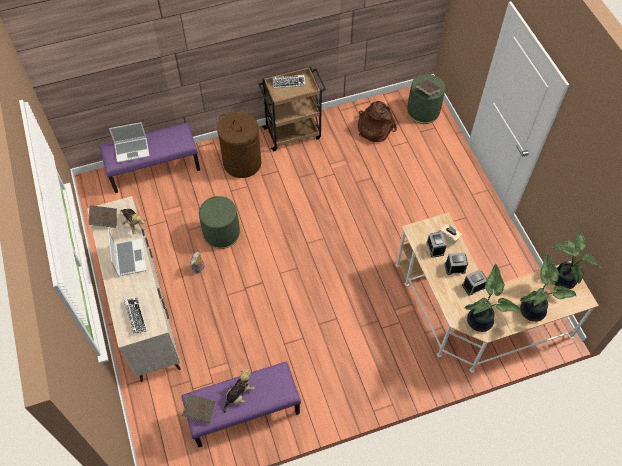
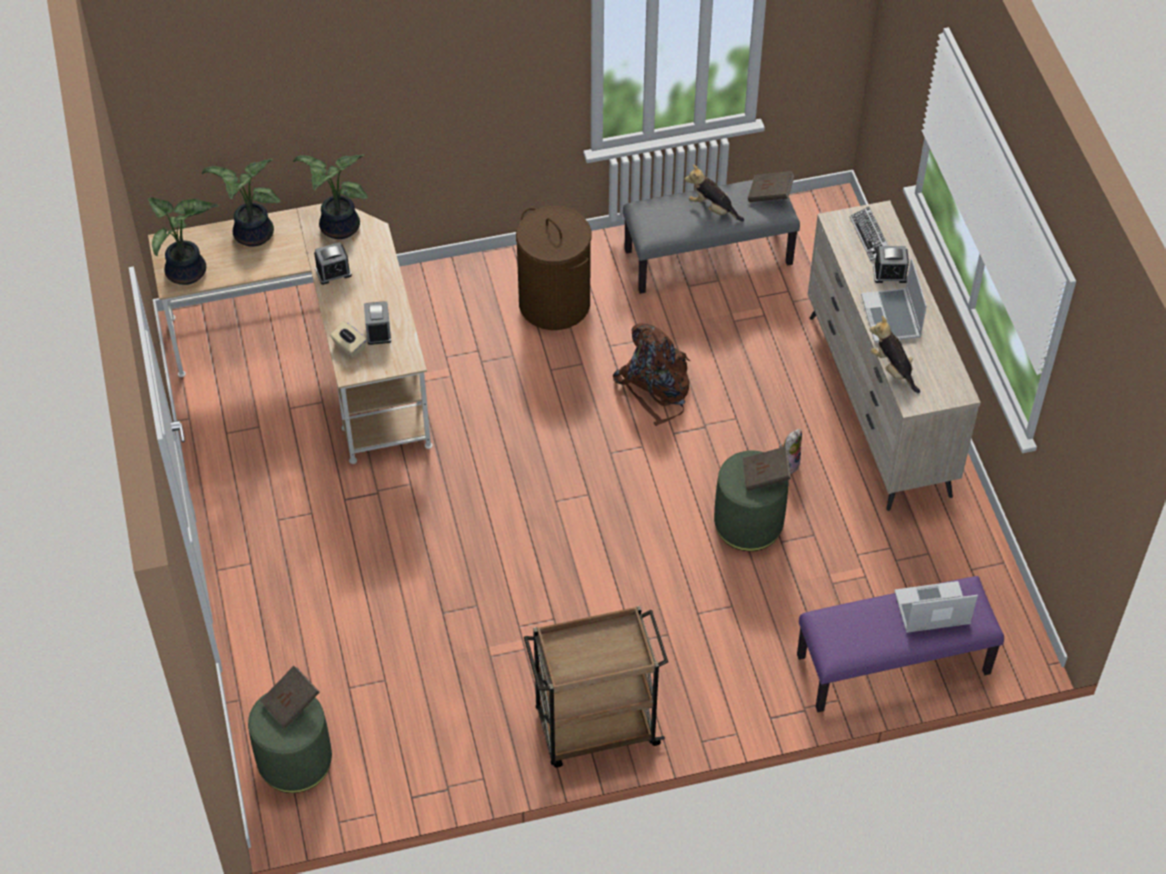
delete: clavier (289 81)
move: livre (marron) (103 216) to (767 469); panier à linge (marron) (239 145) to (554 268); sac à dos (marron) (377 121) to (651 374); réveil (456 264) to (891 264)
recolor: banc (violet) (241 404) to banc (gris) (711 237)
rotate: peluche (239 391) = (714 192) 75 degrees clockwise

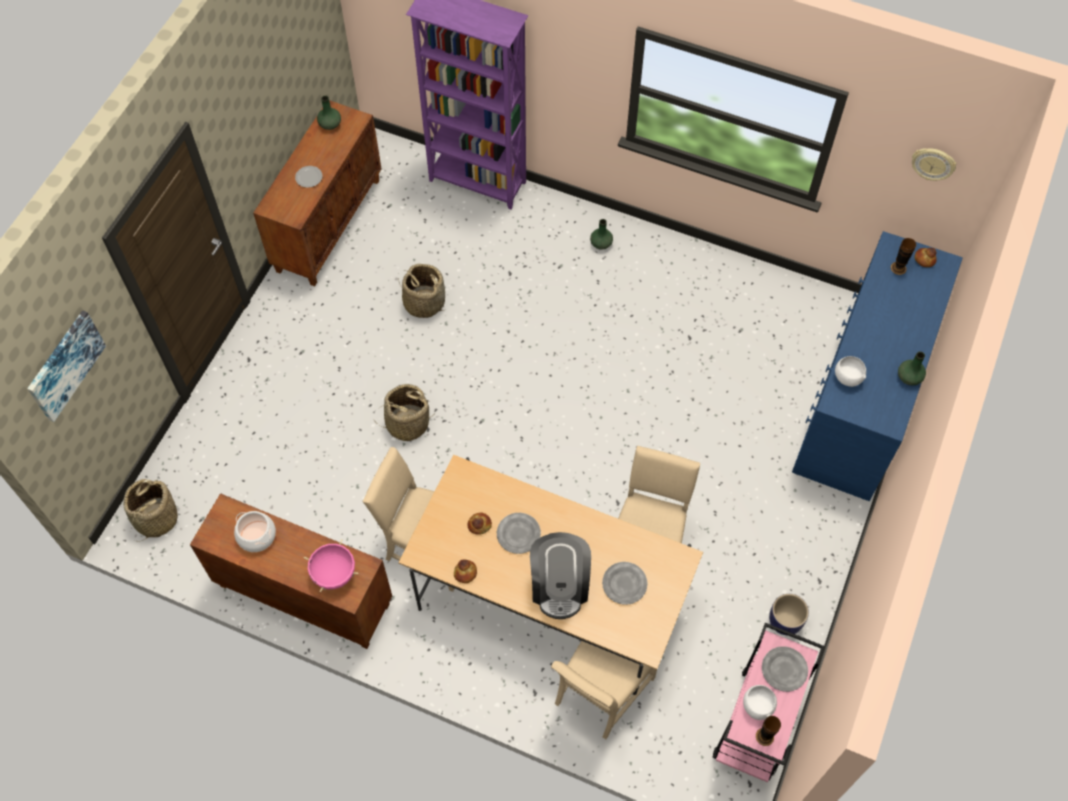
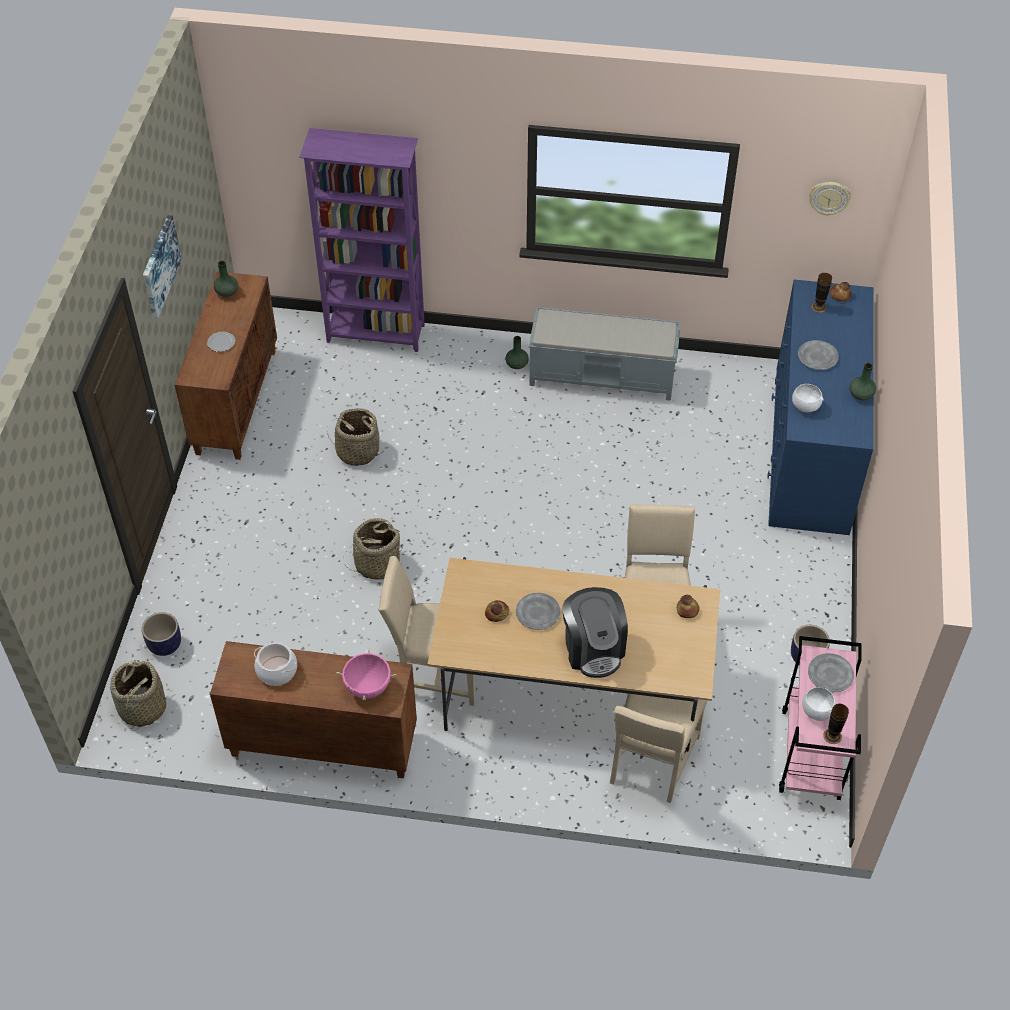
insert: cache-pot (161 634); banc (gris) (605 354)
move: tableau (66 366) to (162 267); pain (465 571) to (688 606); assiette (gris) (624 583) to (818 355)

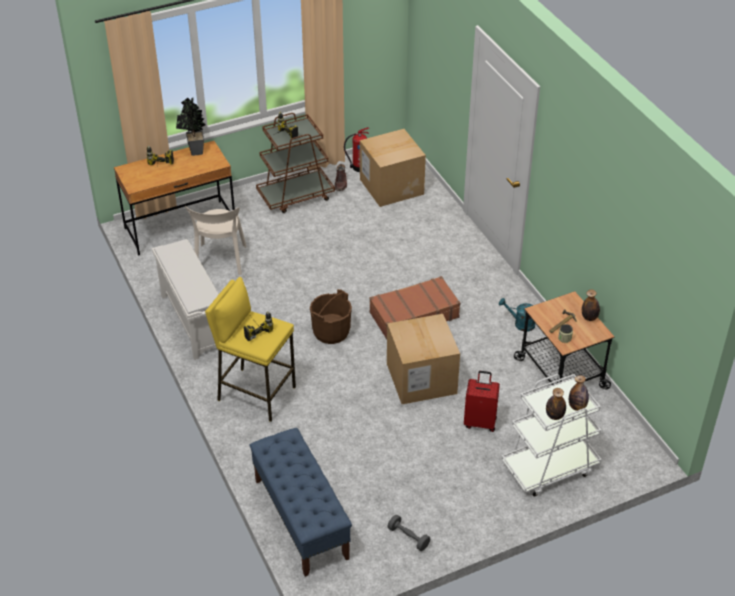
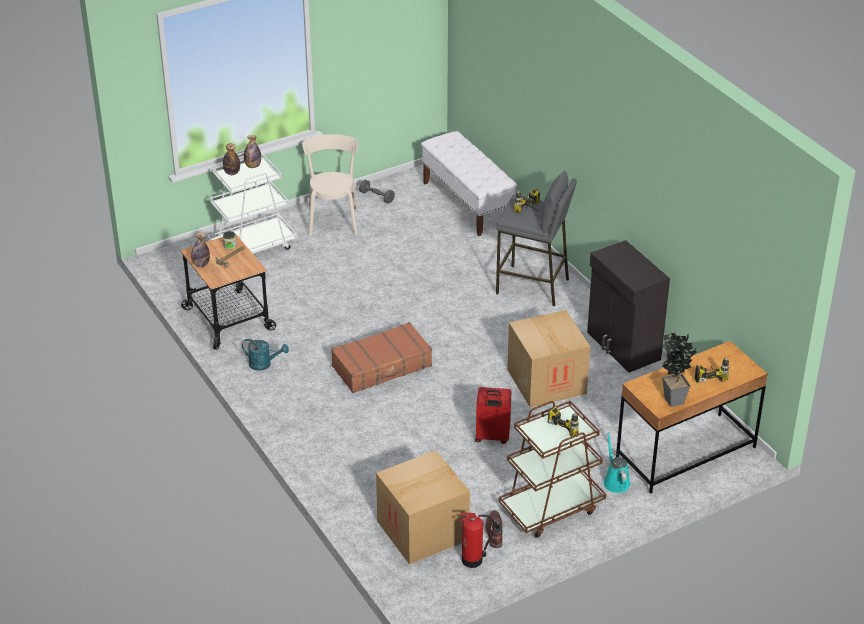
delete: seau (marron) (331 316)
insert: arrosoir (turquoise) (617 463)
move: chaise (beige) (216 240) to (330 185); carton (423 359) to (549 358); valise (rouge) (482 401) to (493 415)
replace: étagère à chaussures (blanc) (185 299) to meuble de rangement (noir) (628 306)
recolor: tabouret (jaune) (250 349) to tabouret (gris) (536 238); banc (bleu) (301 502) to banc (blanc) (469 183)

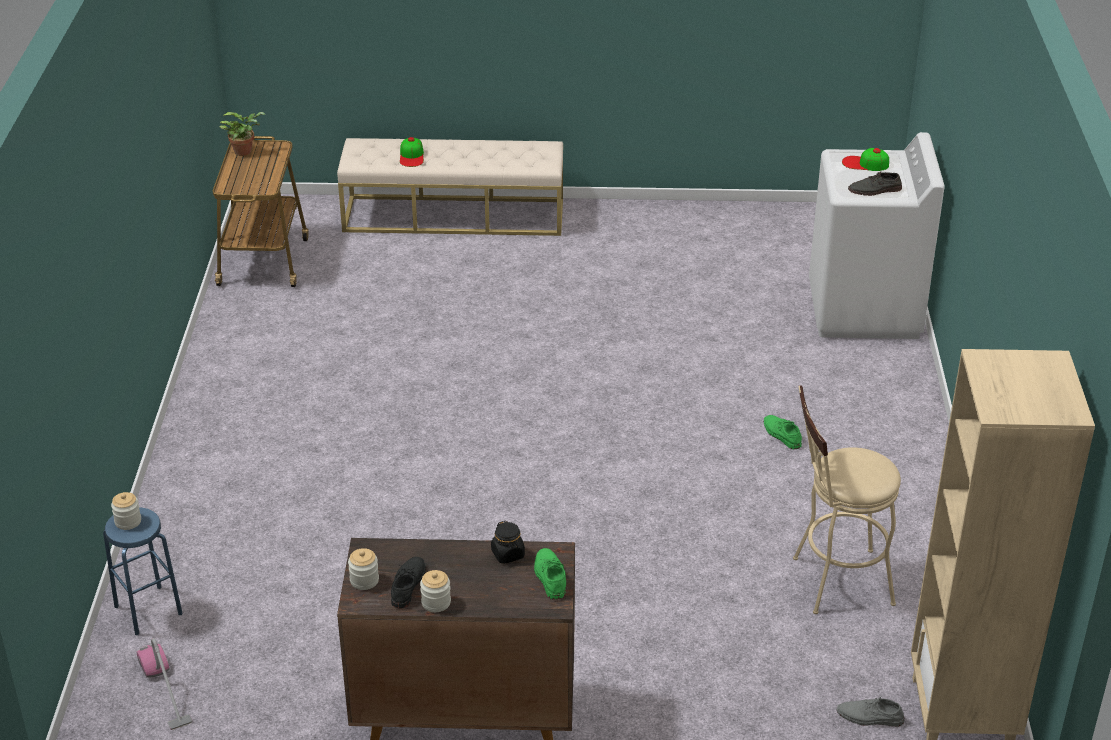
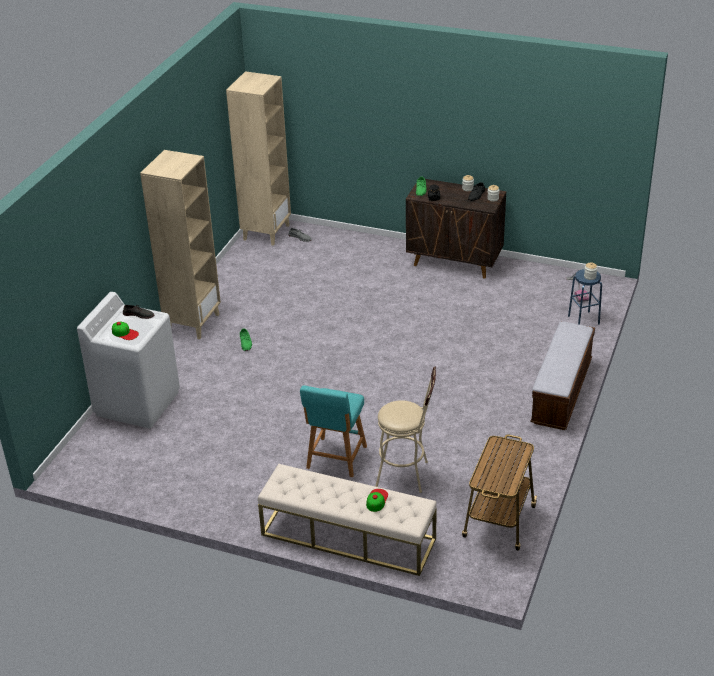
delete: plante en pot (242 134)
insert: bibliothèque (beige) (180 244); tabouret (turquoise) (333 431); banc (562 375)
move: tabouret (beige) (847 499) to (405 430)

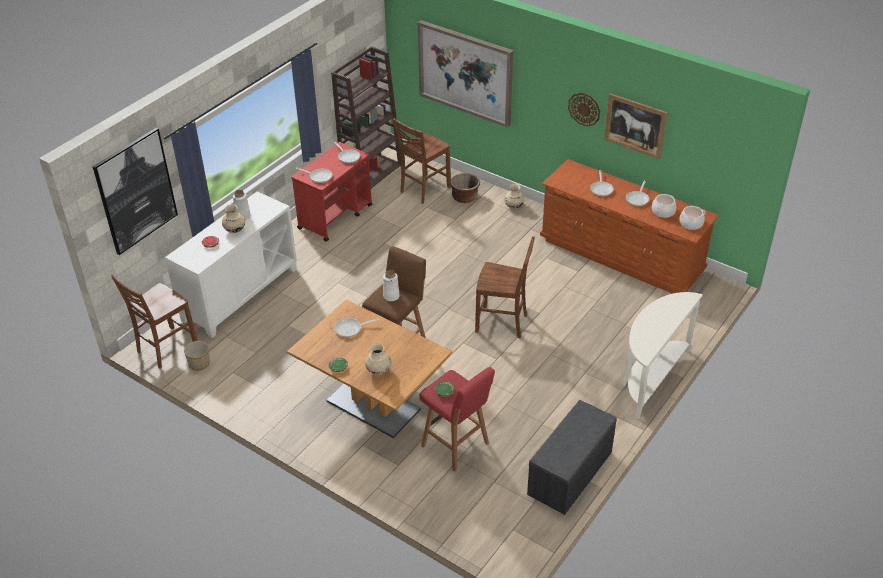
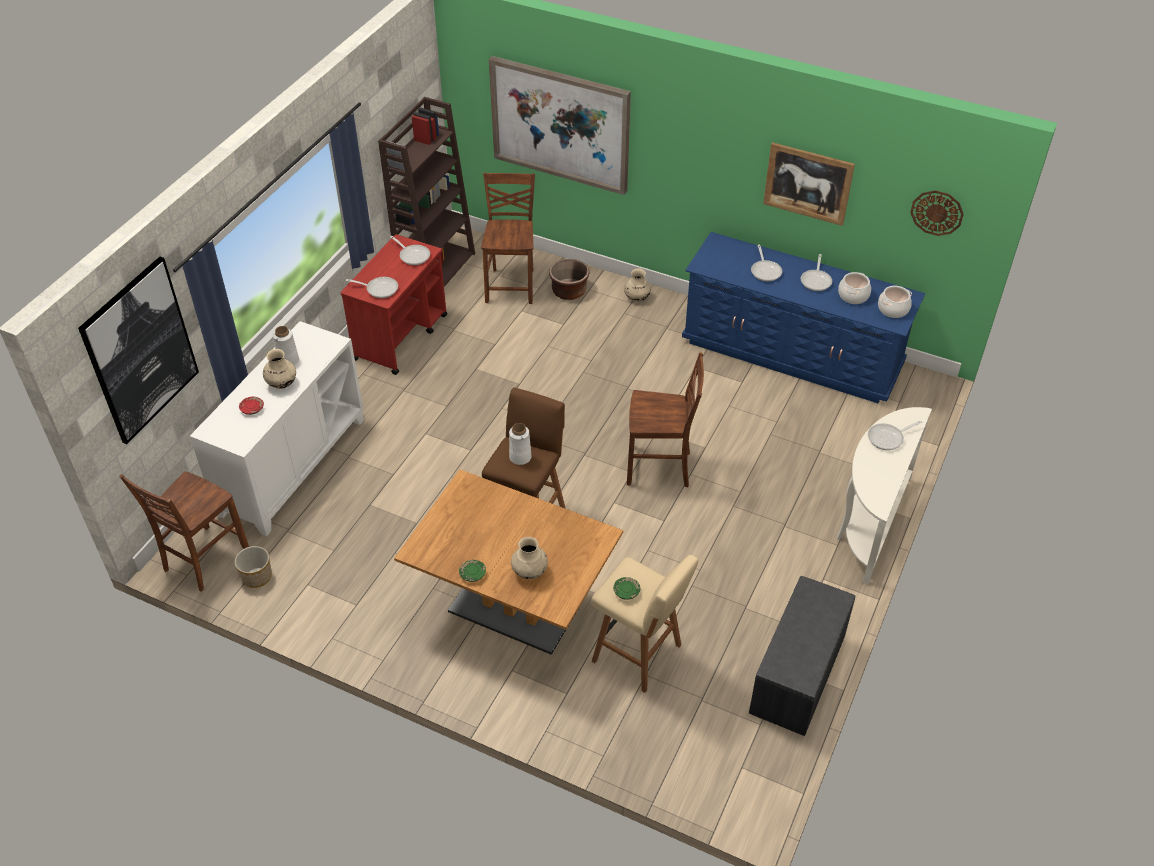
move: poêle (356 327) to (895 435); horloge murale (584 109) to (937 213)
recolor: tabouret (rouge) (457 419) to tabouret (beige) (644 624); commode (marron) (629 226) to commode (bleu) (803 317)
rotate: chaise (marron) (422 161) = (508 238) 150 degrees clockwise

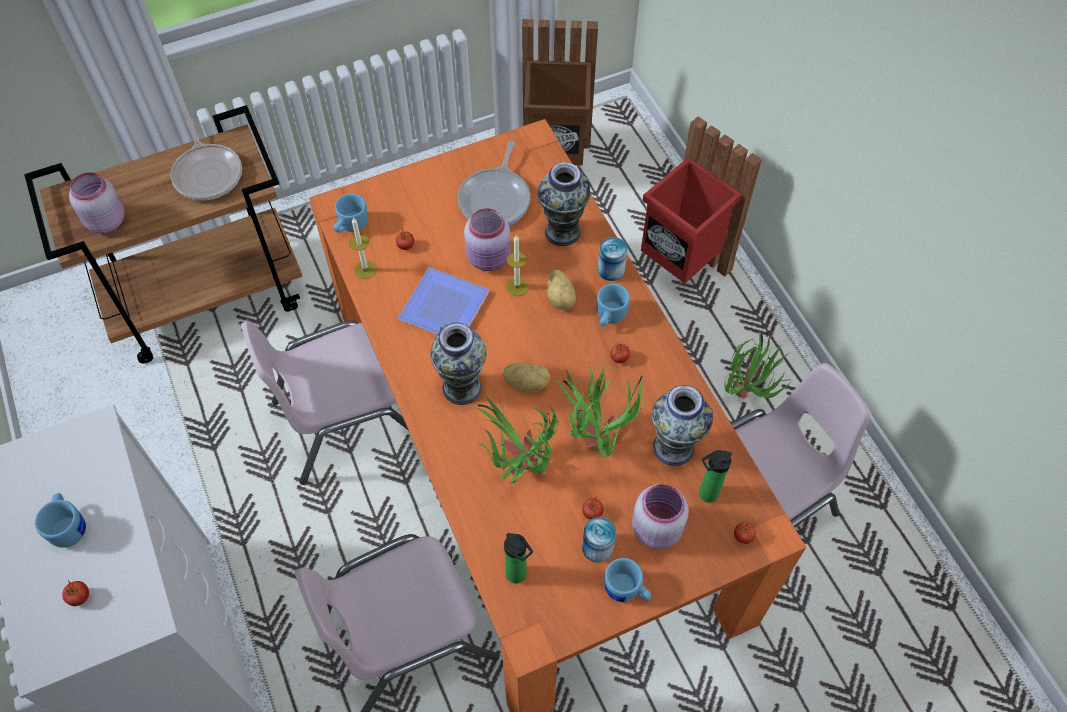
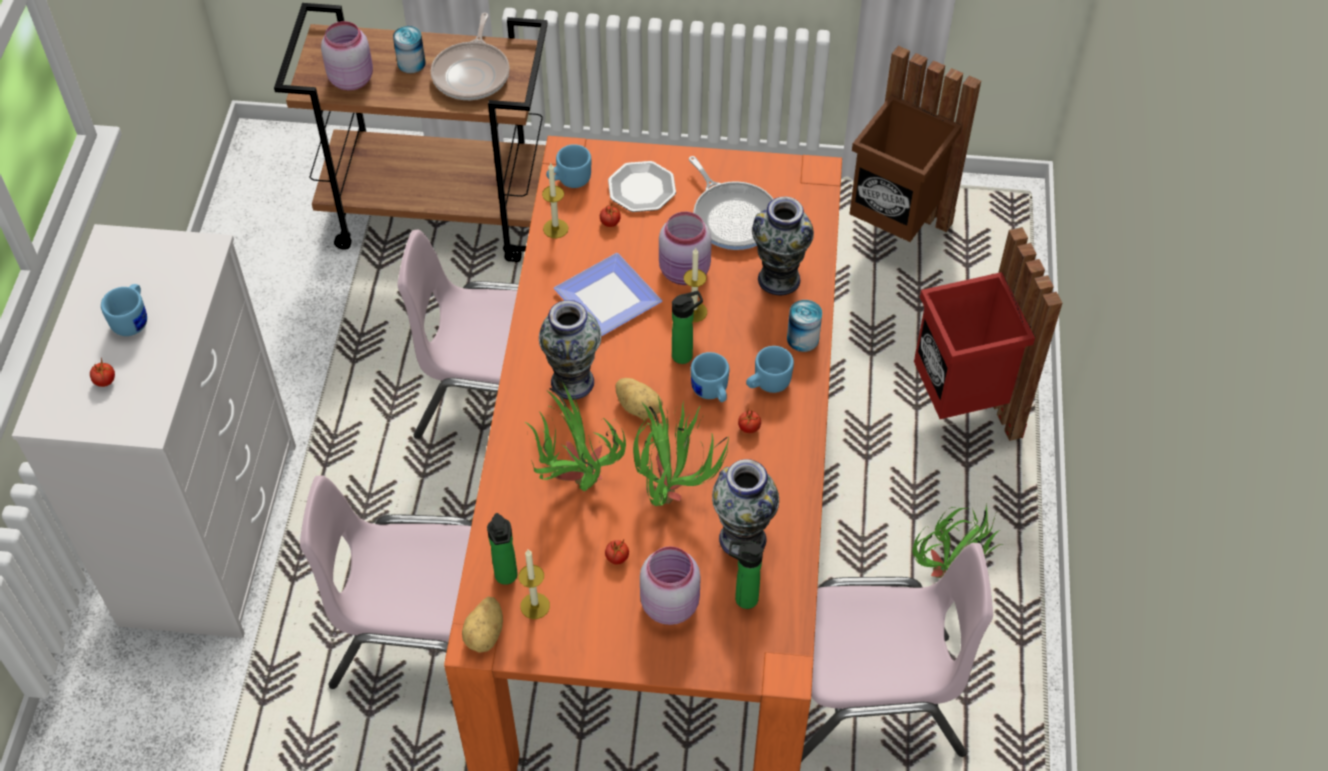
delete: tomate (745 533)
insert: bougie (534 584); assiette (642 186); bouteille (687 327)
move: pomme de terre (561 289) to (482 625); boîte métallique (599 540) to (409 49); mug (bleu) (627 580) to (710 377)
rotate: poêle (493 183) = (731 203) 75 degrees counterclockwise

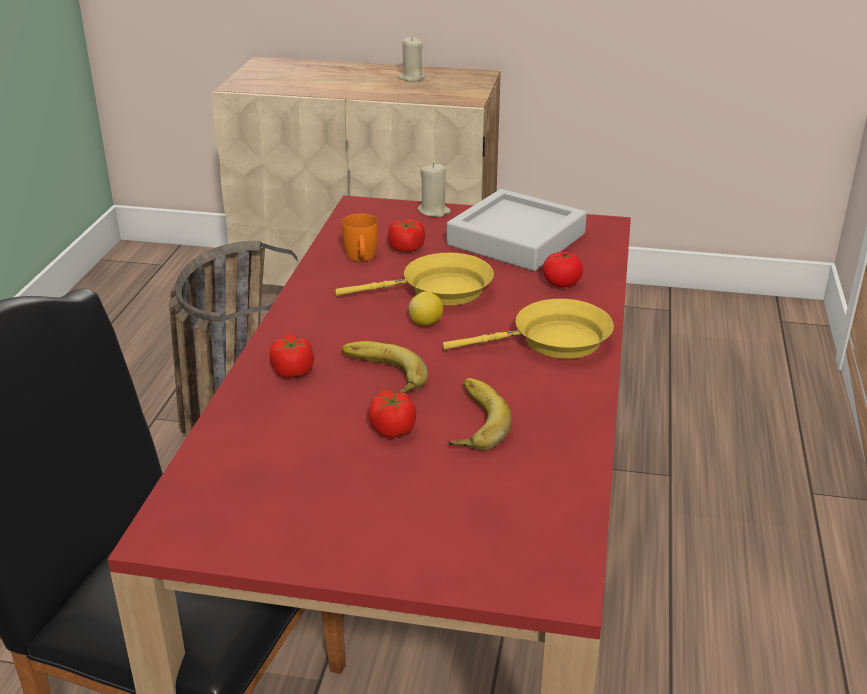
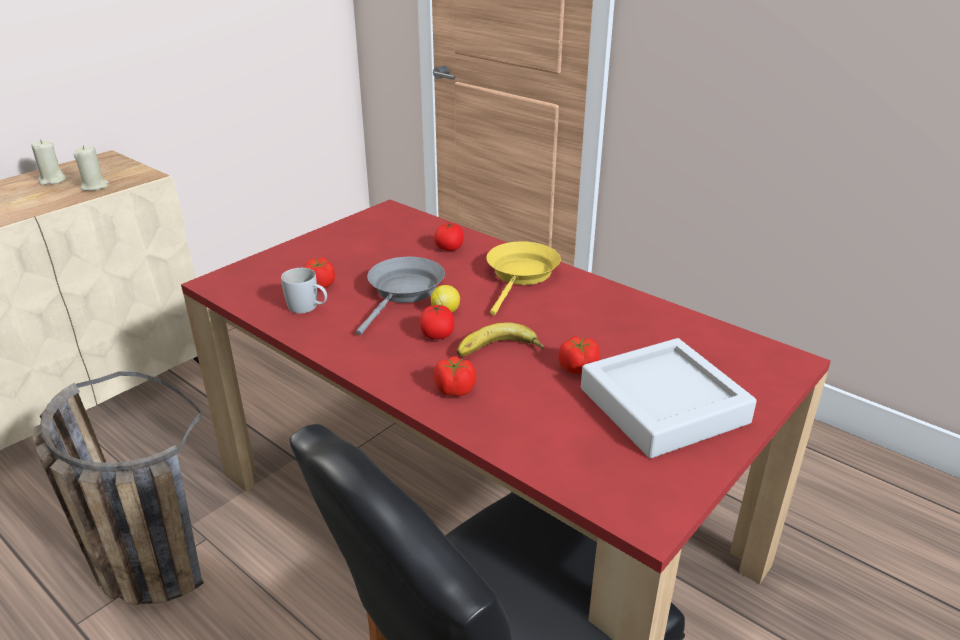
delete: banane (480 414)
insert: tomate (437 322)
move: bougie (beige) (434 190) to (91 168); plateau (gris) (517 230) to (669 398)
recolor: poêle (jaune) (414 279) to poêle (gris) (400 296); mug (orange) (360 237) to mug (blanc) (304 291)

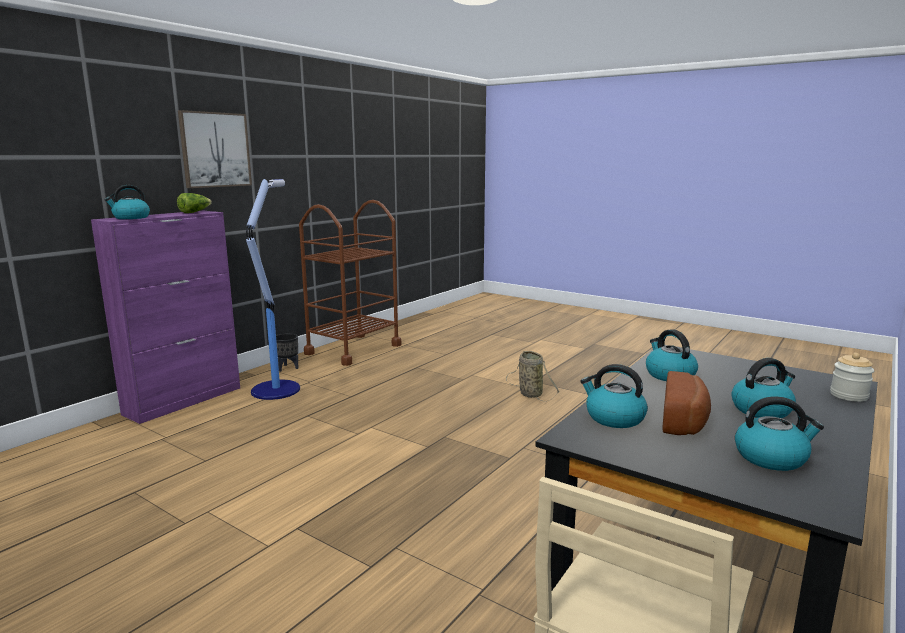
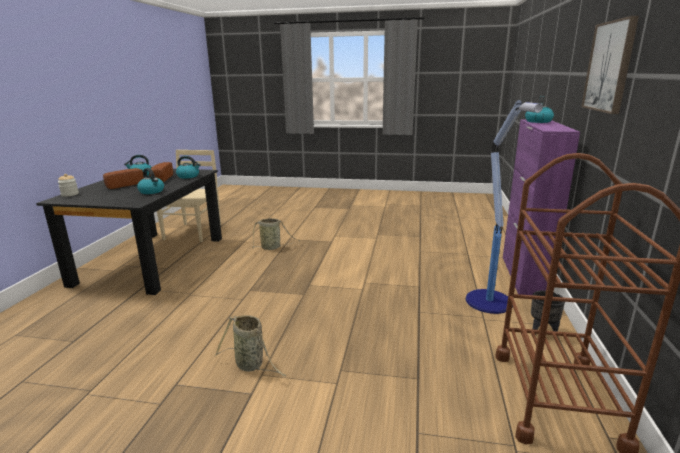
delete: laitue (194 203)
insert: panier (276 234)
replace: bouilloire (763 388) to pain (123 178)

